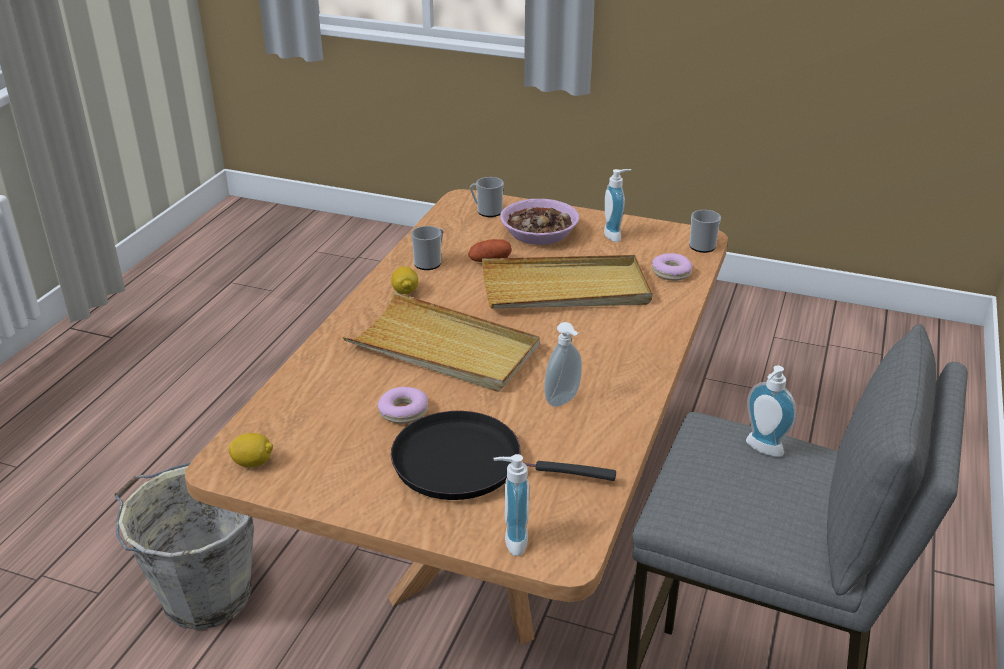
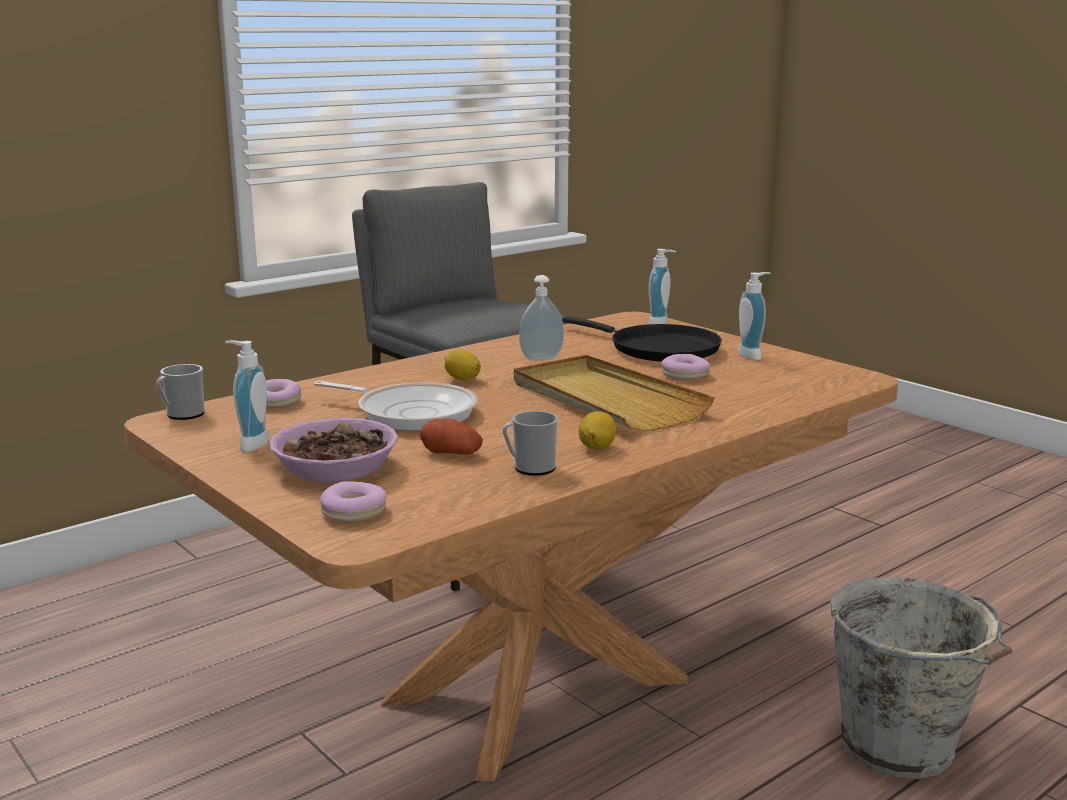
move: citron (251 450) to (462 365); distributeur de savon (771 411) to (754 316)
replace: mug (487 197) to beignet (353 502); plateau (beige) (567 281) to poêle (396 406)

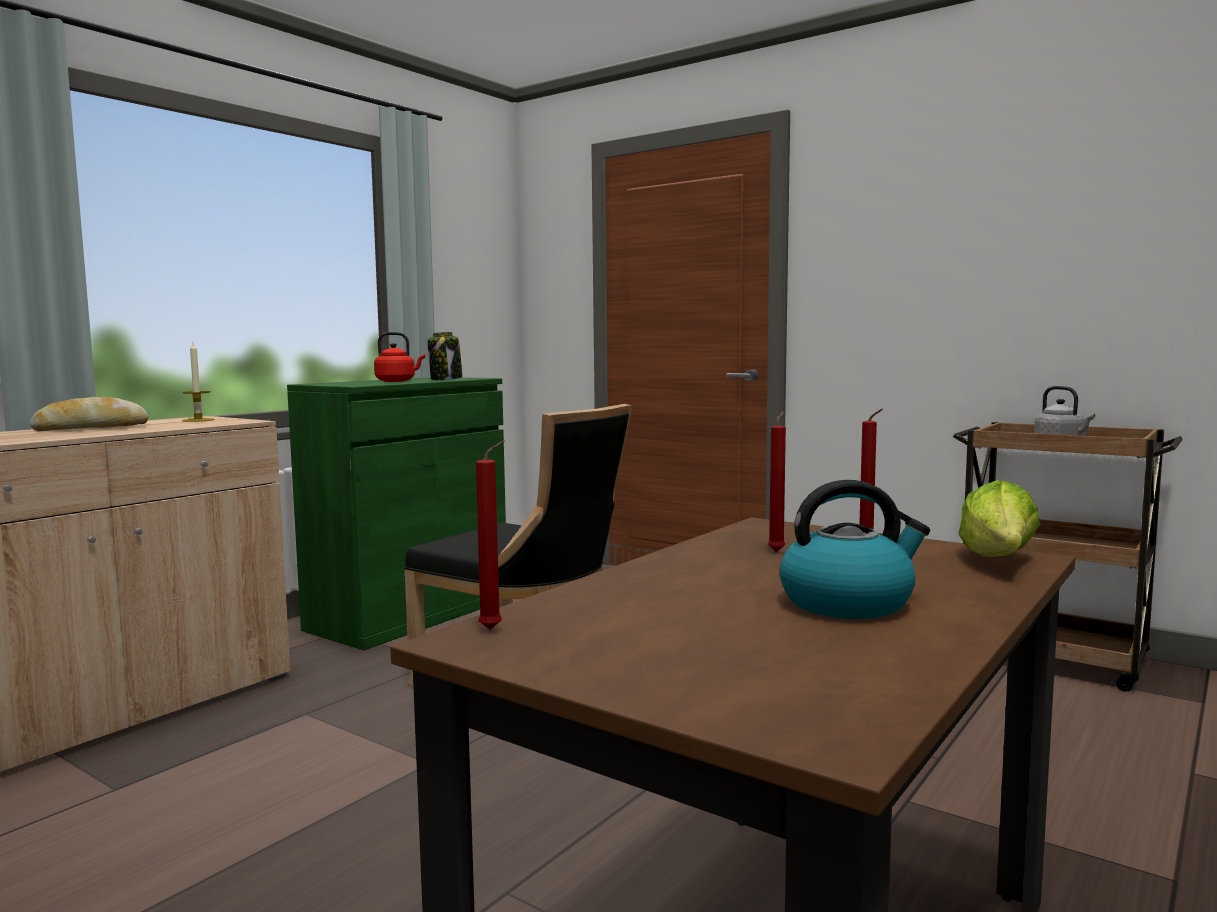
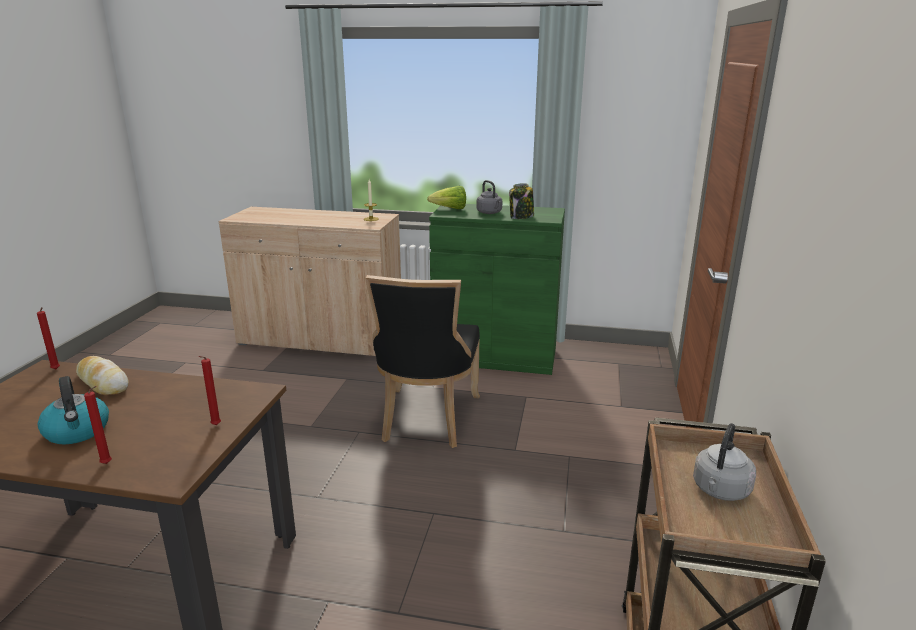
move: pain (89 414) to (102 375); bougie (rouge) (777 481) to (98 425); laitue (999 518) to (446 197)
recolor: bouilloire (rouge) (399 357) to bouilloire (gris) (489 197)

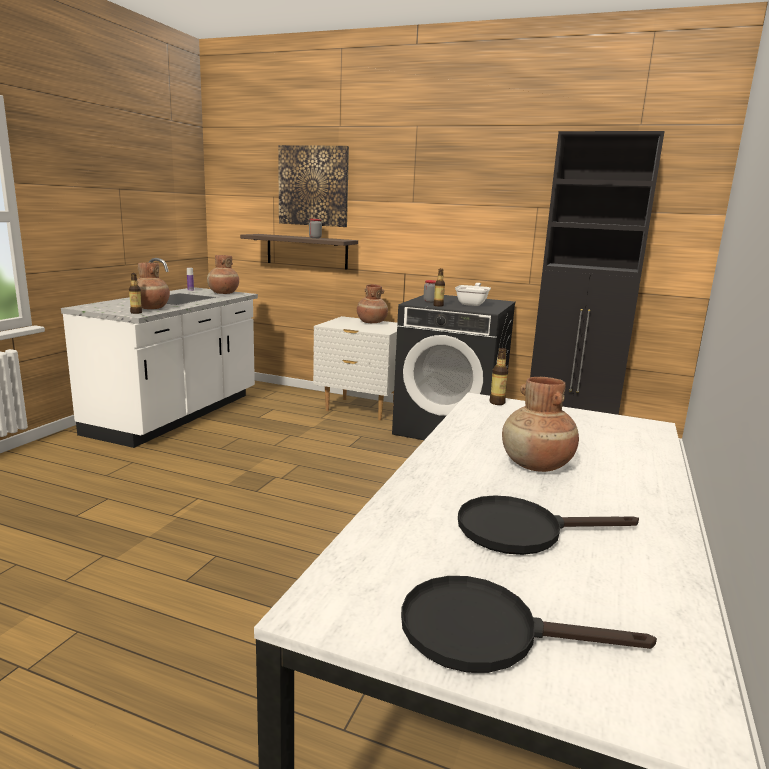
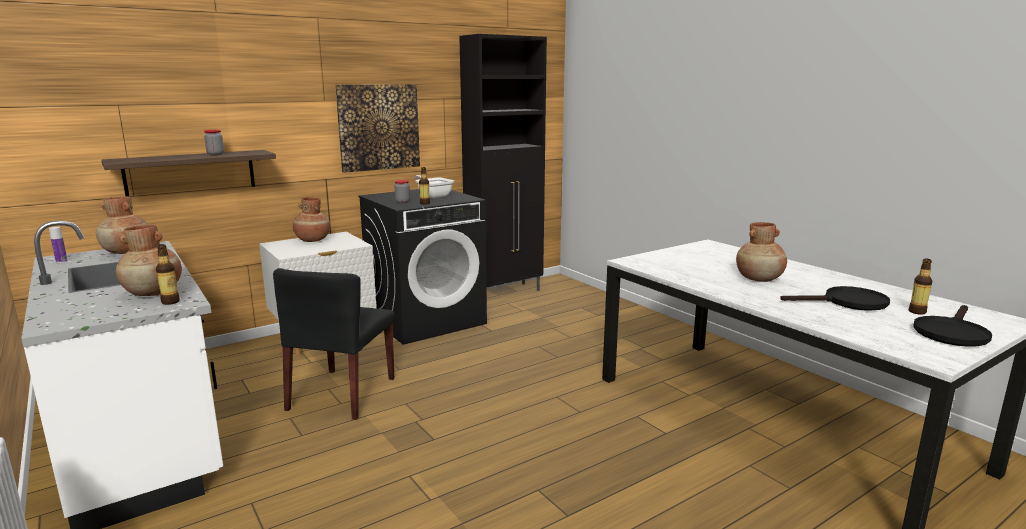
insert: chaise (noir) (334 344)
move: tableau (313 186) to (377 128); bouteille (498 376) to (920 286)
rotate: poêle (noir) (548 525) = (835 298) 120 degrees counterclockwise

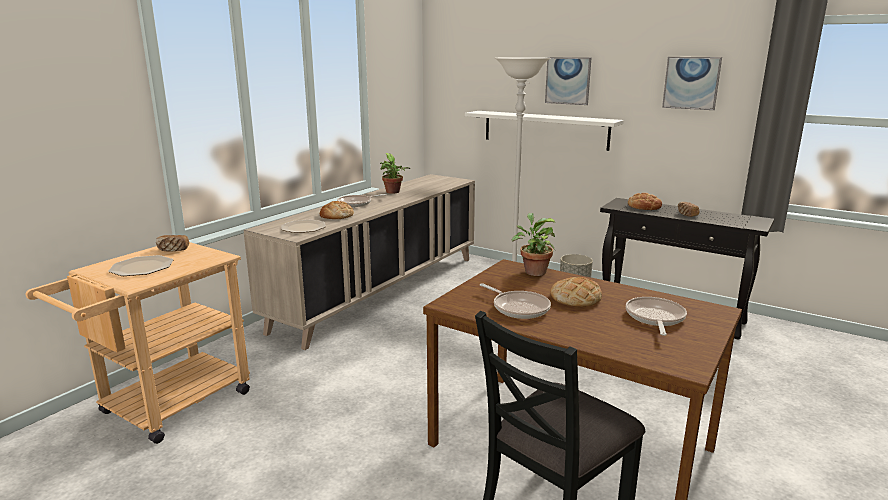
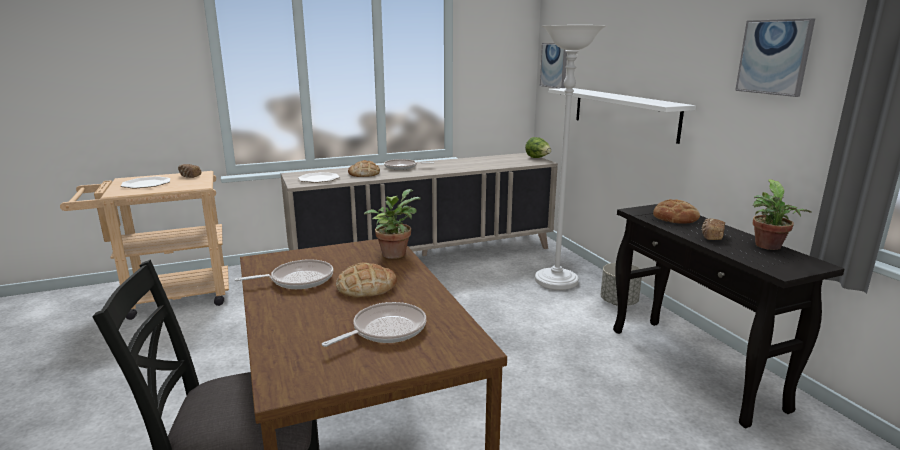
insert: laitue (538 147)
move: plante en pot (395 173) to (782 214); tableau (568 81) to (553 66)
rotate: poêle (515 301) = (283 274) 105 degrees counterclockwise

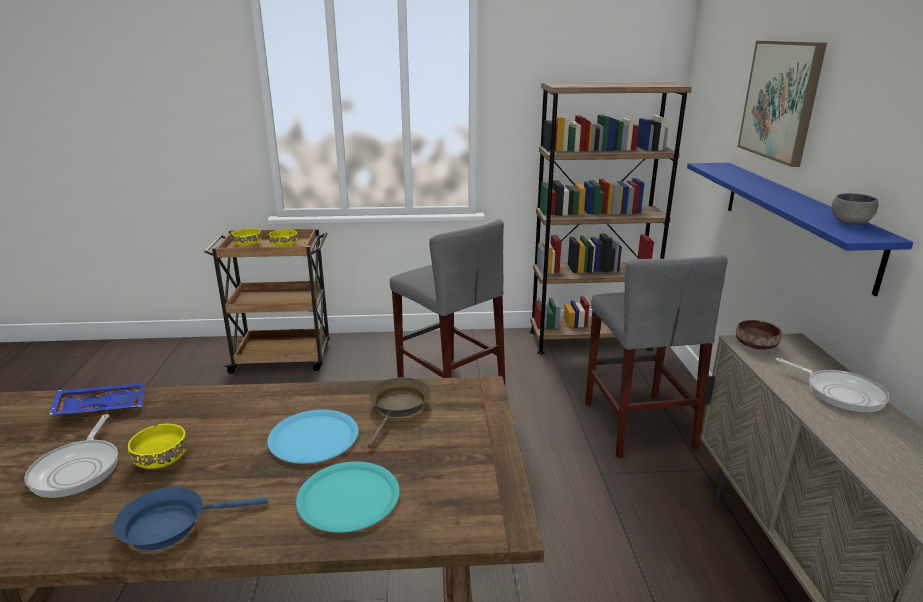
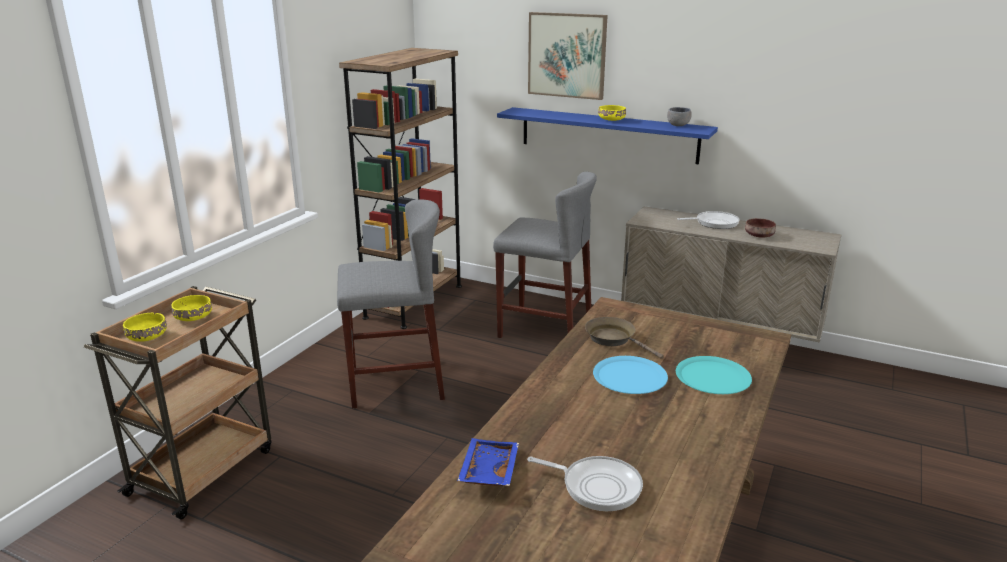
delete: poêle (bleu) (190 519)
move: bol (jaune) (158 446) to (612 113); bol (marron) (759 335) to (760 228)

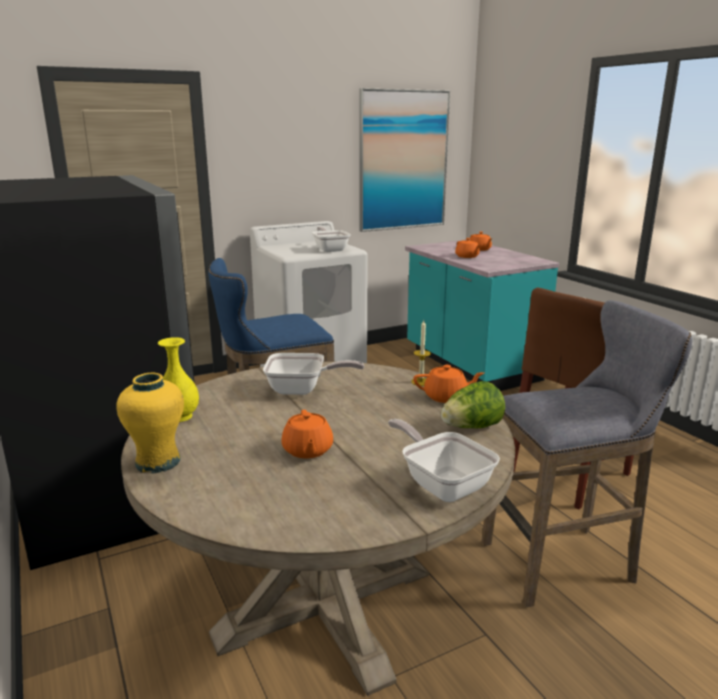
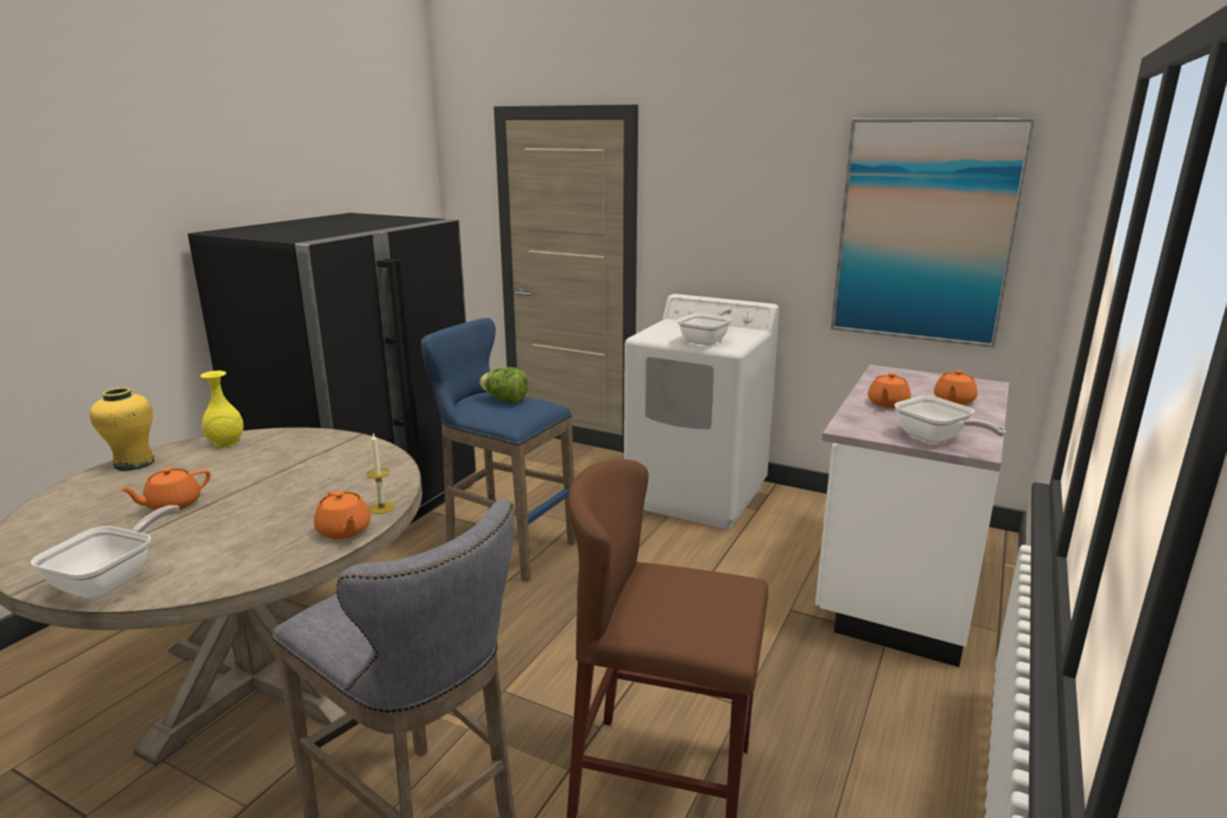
move: poêle (313 374) to (950 419); laitue (473 404) to (504 385)
recolor: comptoir de cuisine (turquoise) (482 315) to comptoir de cuisine (blanc) (912 516)

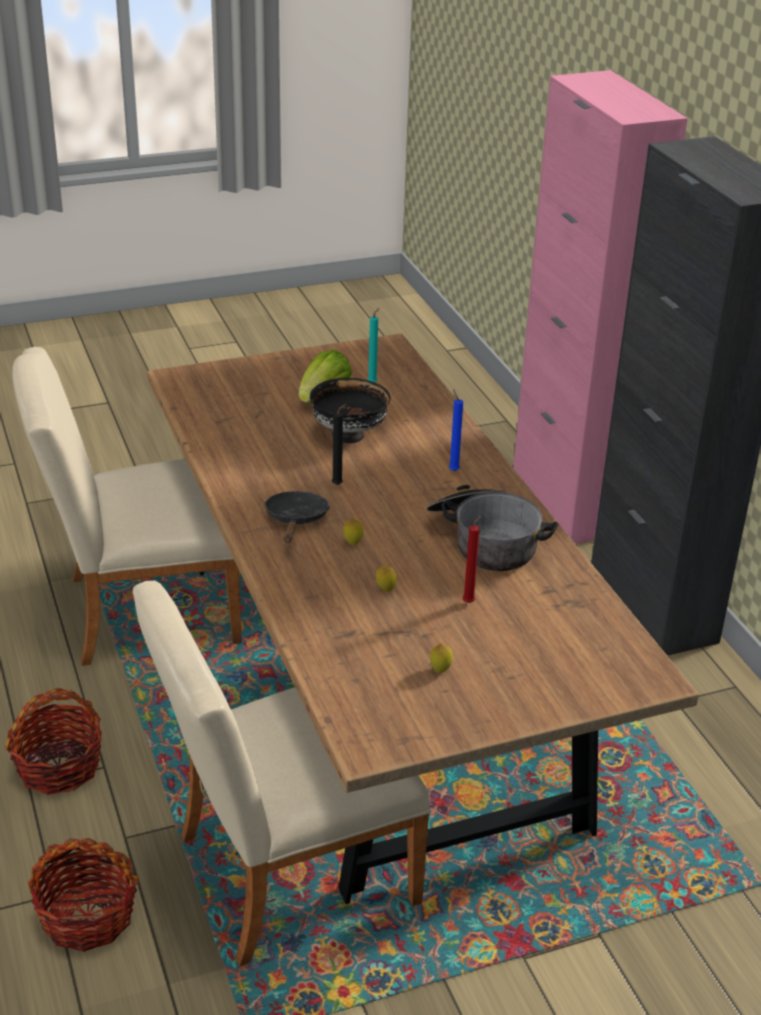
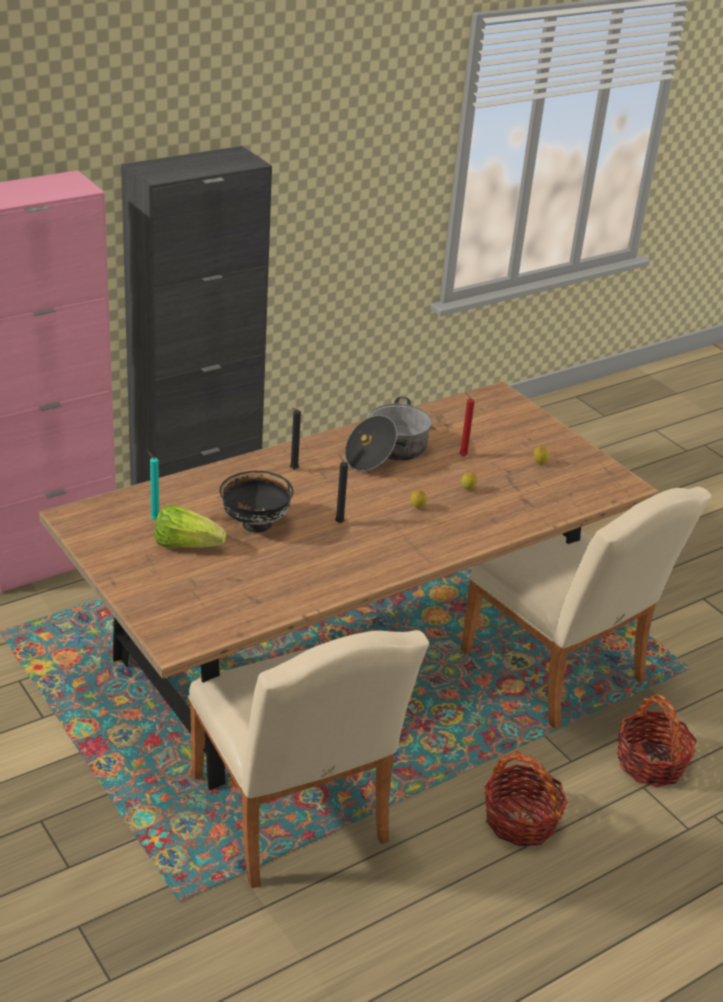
delete: poêle (noir) (297 517)
recolor: bougie (bleu) (456 430) to bougie (noir) (295 439)

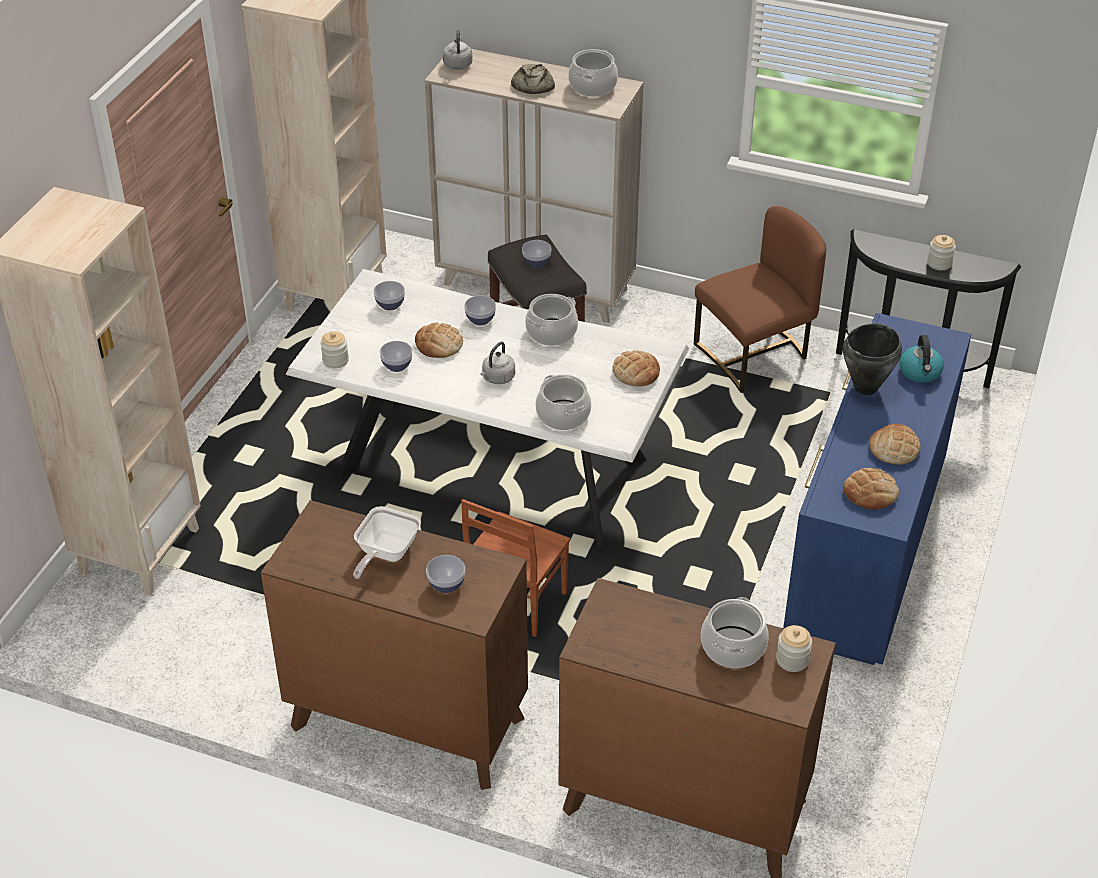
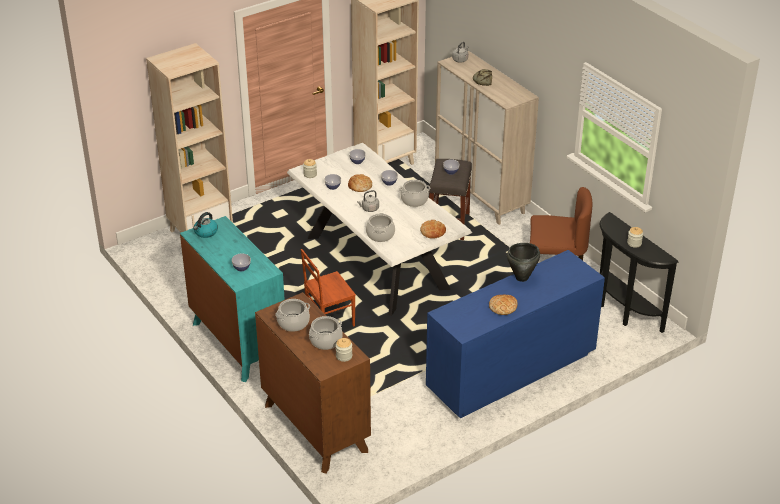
delete: poêle (387 542); pain (871 489)
move: marmite (593 73) to (292 315); bouilloire (921 359) to (206 225)
recolor: commode (marron) (394 645) to commode (turquoise) (232 299)

